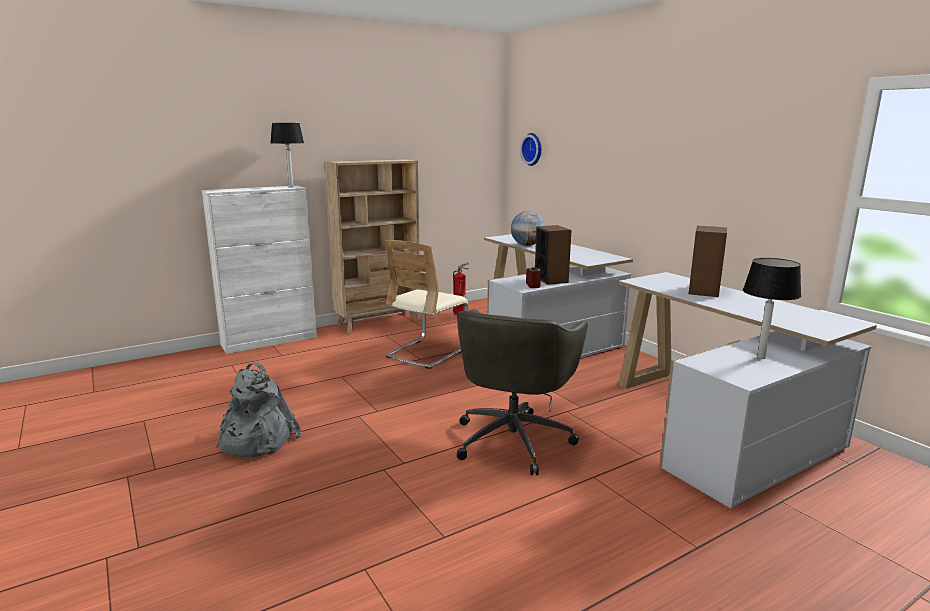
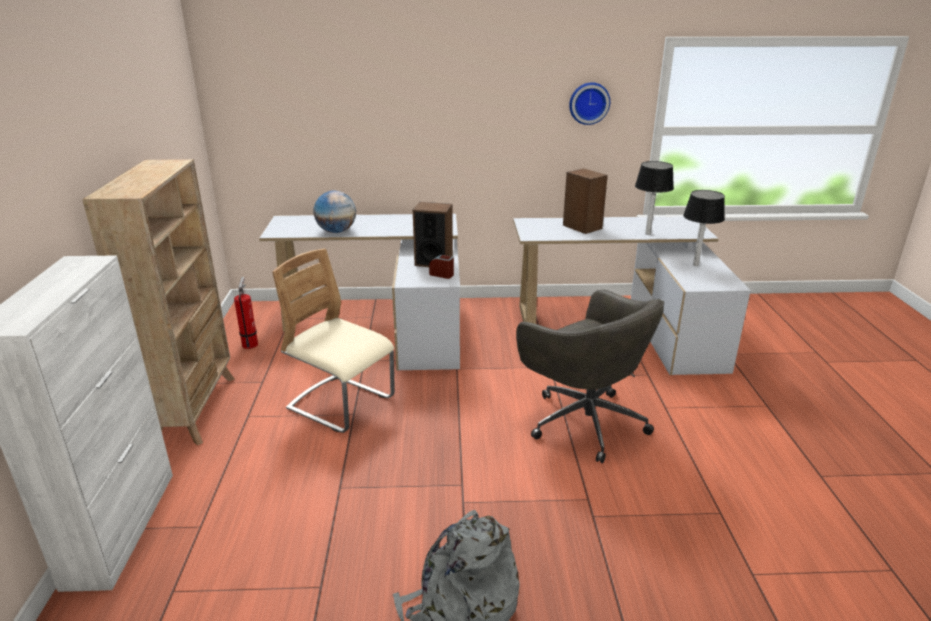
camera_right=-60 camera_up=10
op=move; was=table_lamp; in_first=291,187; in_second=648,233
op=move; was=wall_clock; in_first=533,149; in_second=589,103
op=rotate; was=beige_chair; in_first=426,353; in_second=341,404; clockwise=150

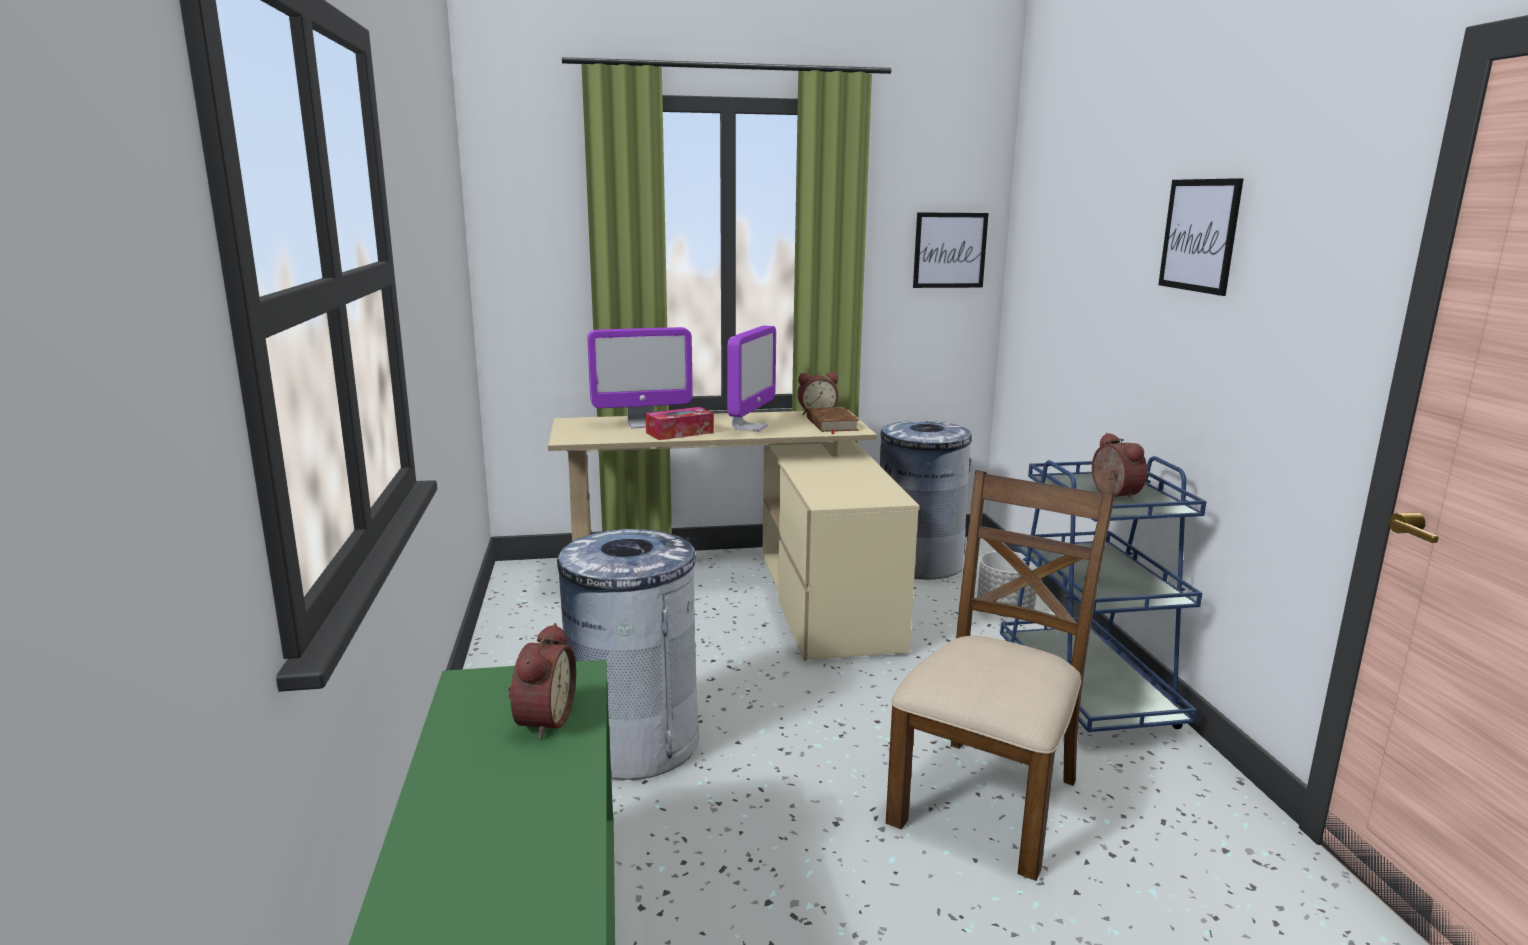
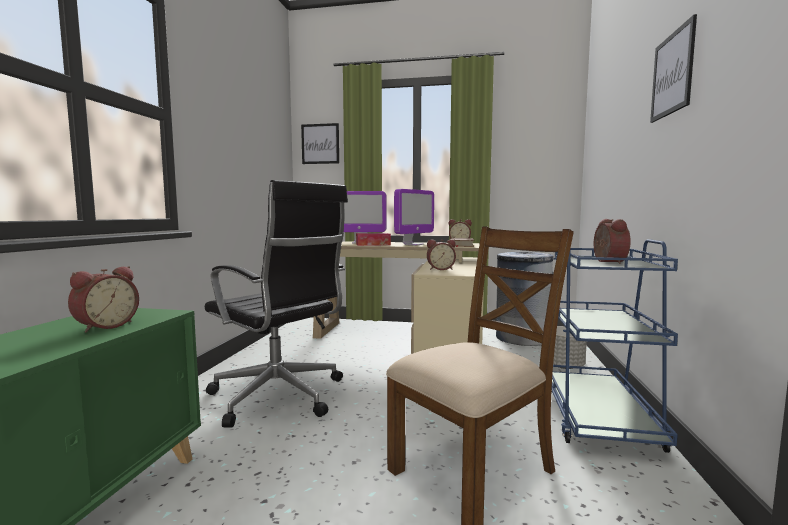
camera_right=20 camera_up=-10
op=insert; now=alarm_clock; in_second=440,269
op=move; was=picture; in_first=950,250; in_second=320,144
op=replace; was=grey_trash_can; now=black_office_chair; in_first=634,742; in_second=280,397

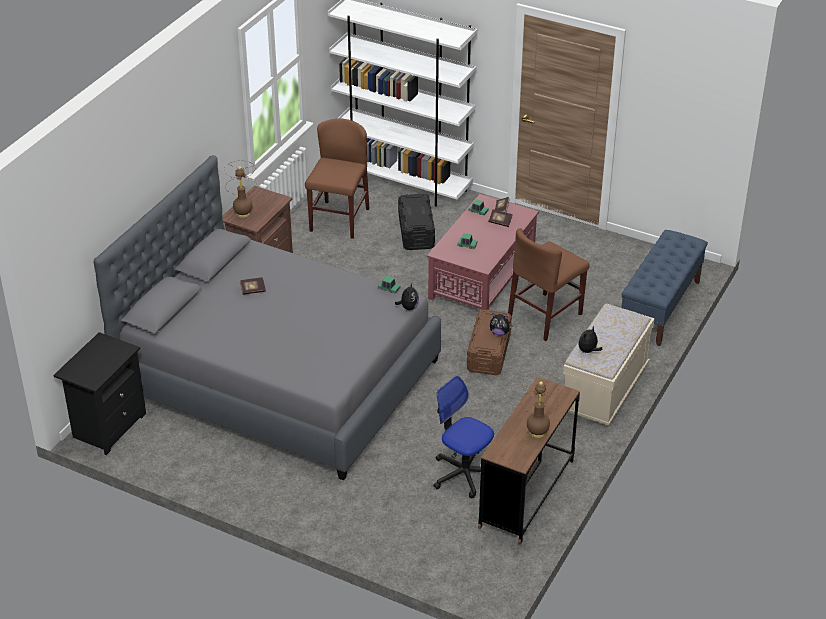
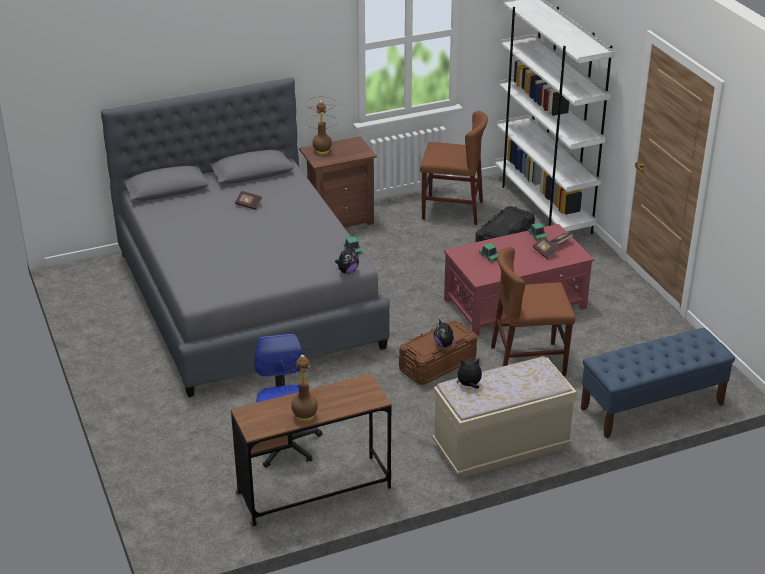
camera_right=40 camera_up=-5
op=delete; was=black_nightstand; in_first=108,426
op=rotate; was=brown_chair; in_first=339,220; in_second=452,210; clockwise=45

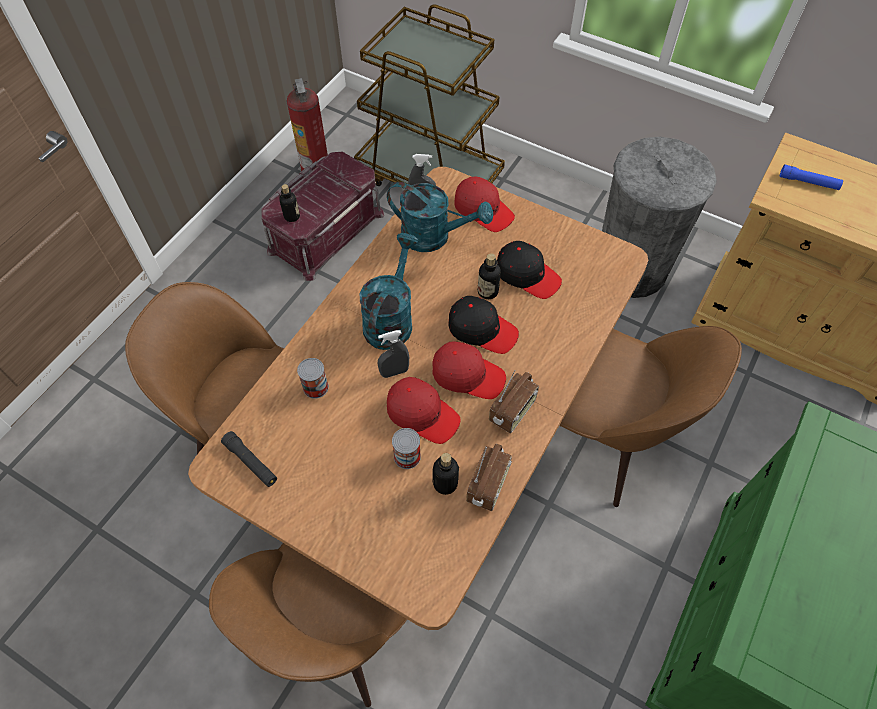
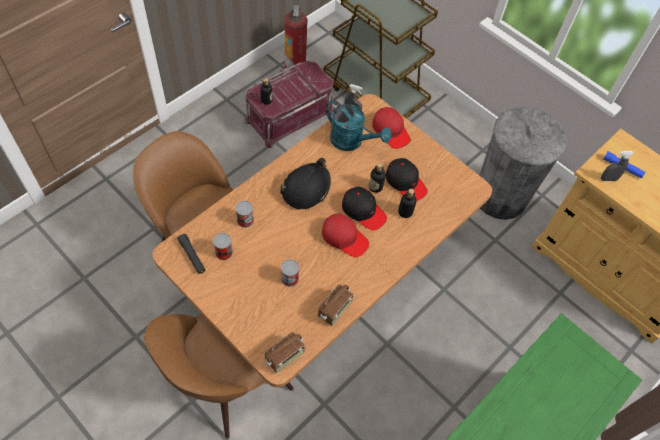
camera_right=10 camera_up=0
op=delete; was=red_cap; in_first=422,414
op=delete; was=brown_chair; in_first=599,437
op=insert; now=can; in_second=224,252
op=move; was=grey_spray_bottle; in_first=394,372; in_second=608,179
op=move; was=bottle; in_first=445,483; in_second=405,212
op=move; was=radio; in_first=513,411; in_second=285,357
op=replace; was=turquoise_watering_can; now=black_hard_hat; in_first=391,318; in_second=306,188

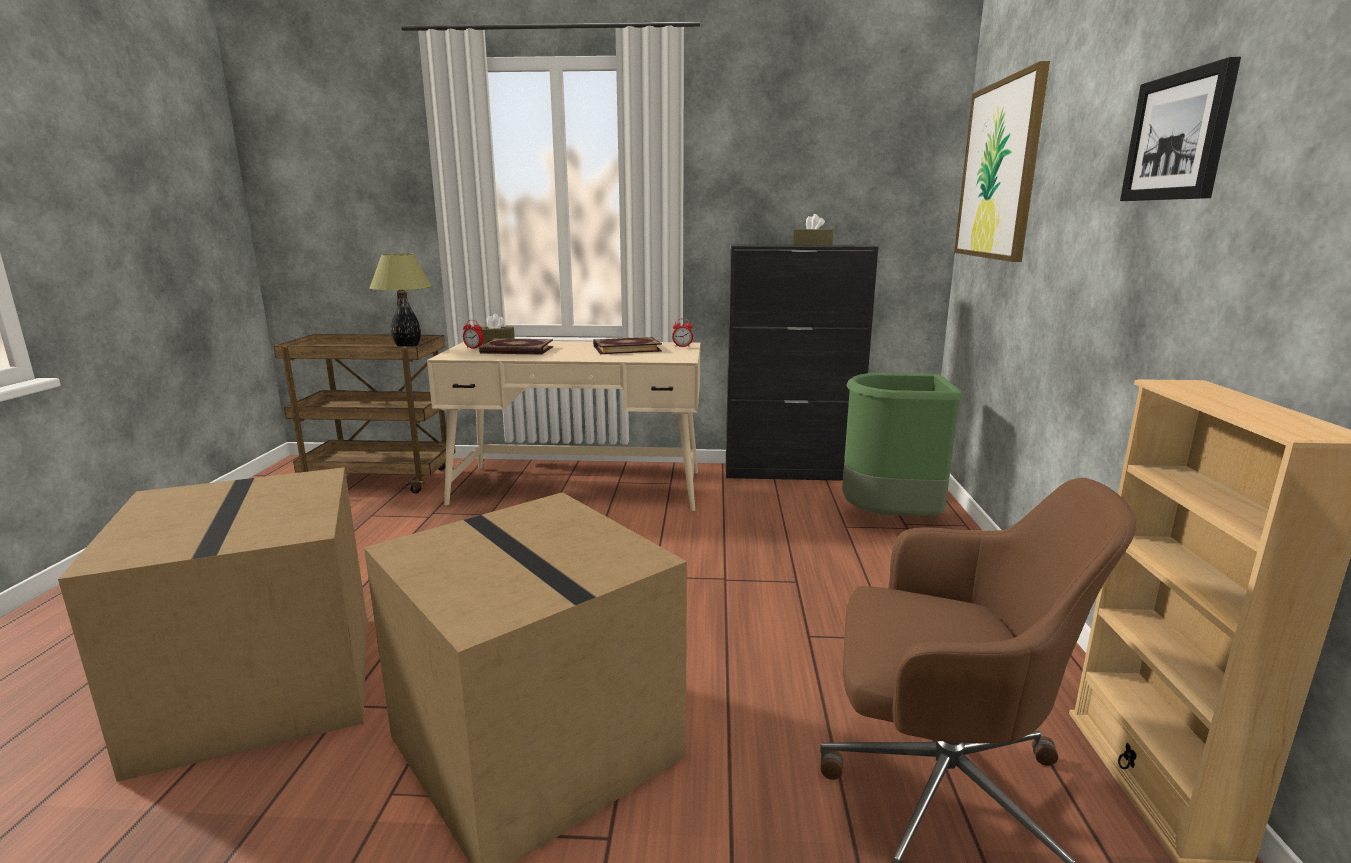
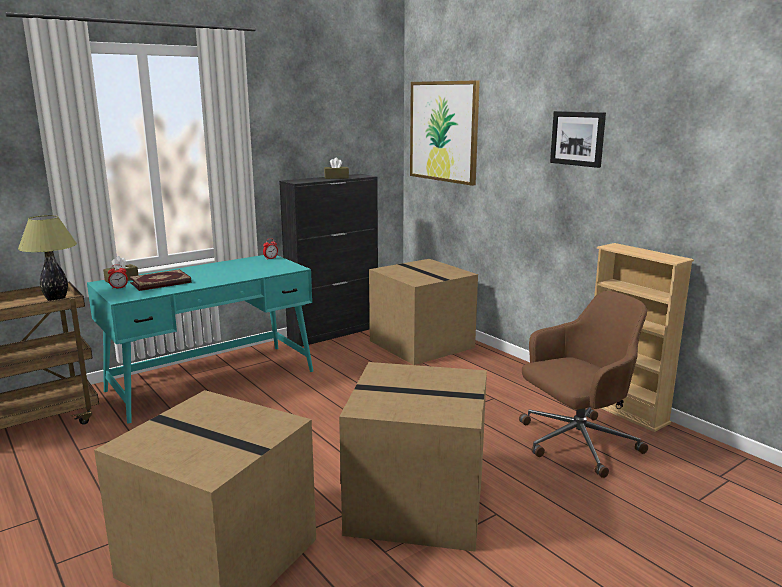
camera_right=-40 camera_up=0
op=delete; was=book; in_first=626,348
op=replace; was=green_trash_can; now=cardboard_box; in_first=891,520; in_second=423,344
op=recolor; was=beige_desk; now=turquoise_desk; in_first=579,487; in_second=212,380

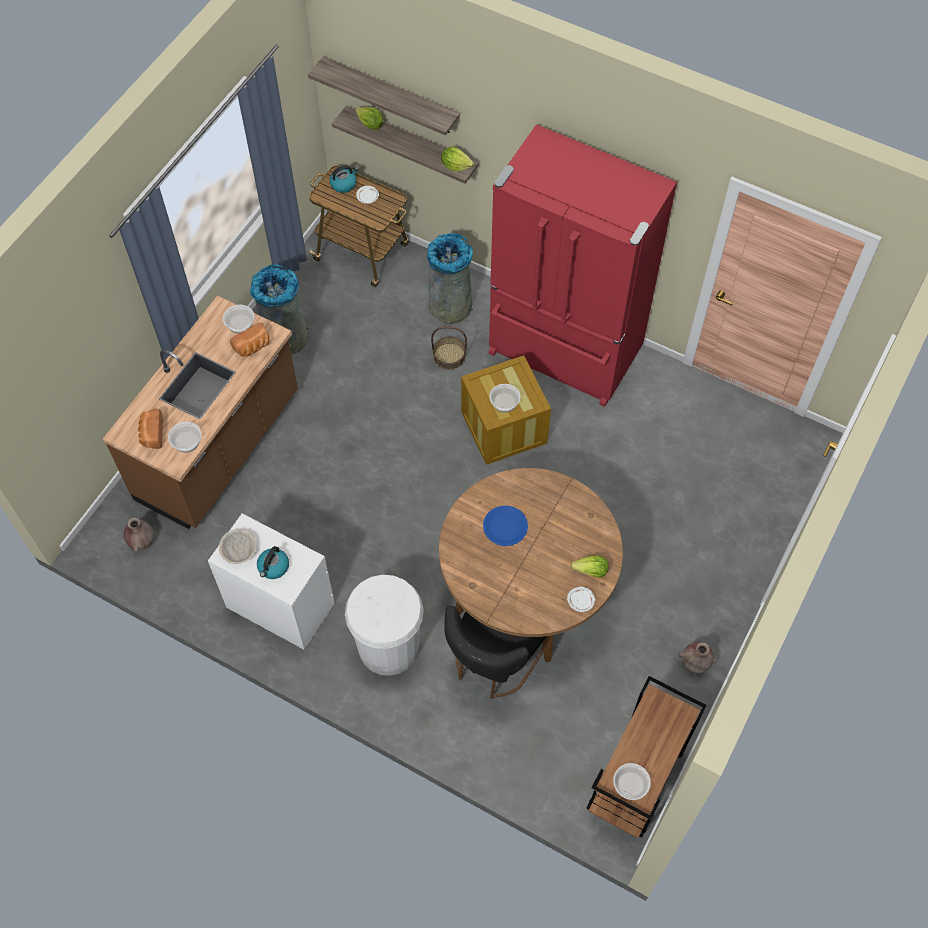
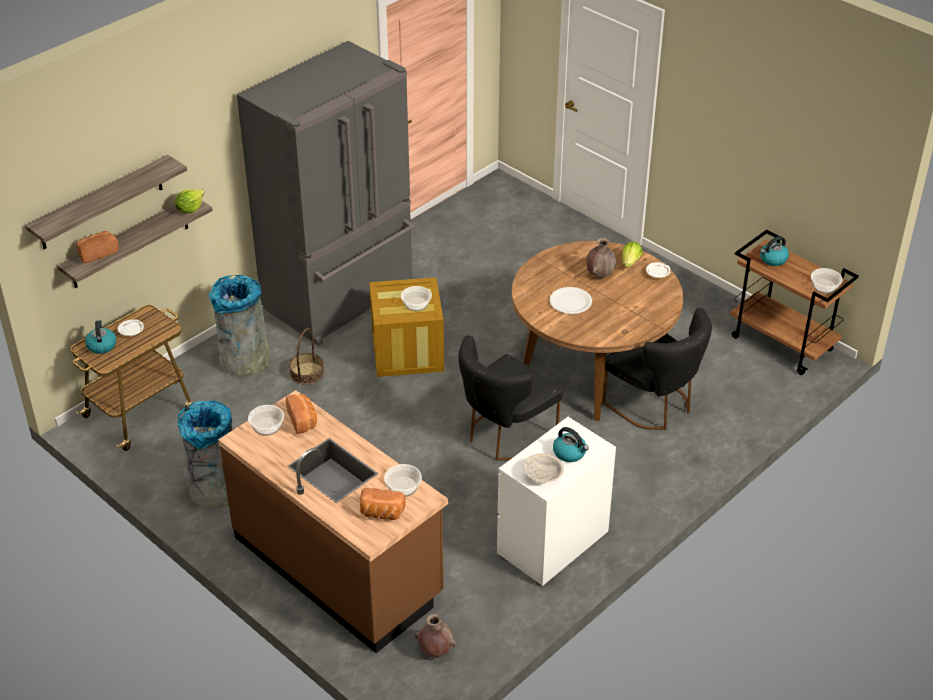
camera_right=-75 camera_up=-20
op=delete; was=white_trash_can; in_first=388,646
op=insert; now=black_chair; in_second=505,436
op=insert; now=kettle; in_second=773,259
op=move; was=brown_vase; in_first=695,664; in_second=600,275
op=replace; was=lettuce; now=bread; in_first=370,125; in_second=97,253
op=recolor; was=blue_plate; now=white_plate; in_first=505,526; in_second=570,301
op=recolor; was=red_fridge; now=grey_fridge; in_first=563,352; in_second=341,299

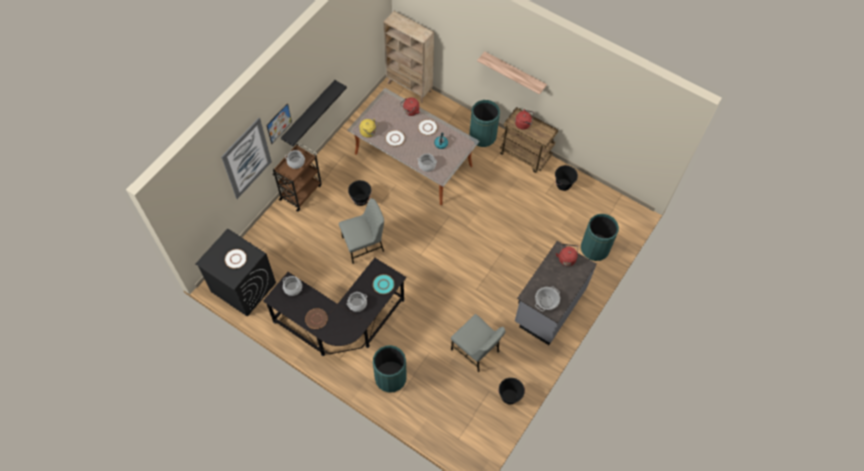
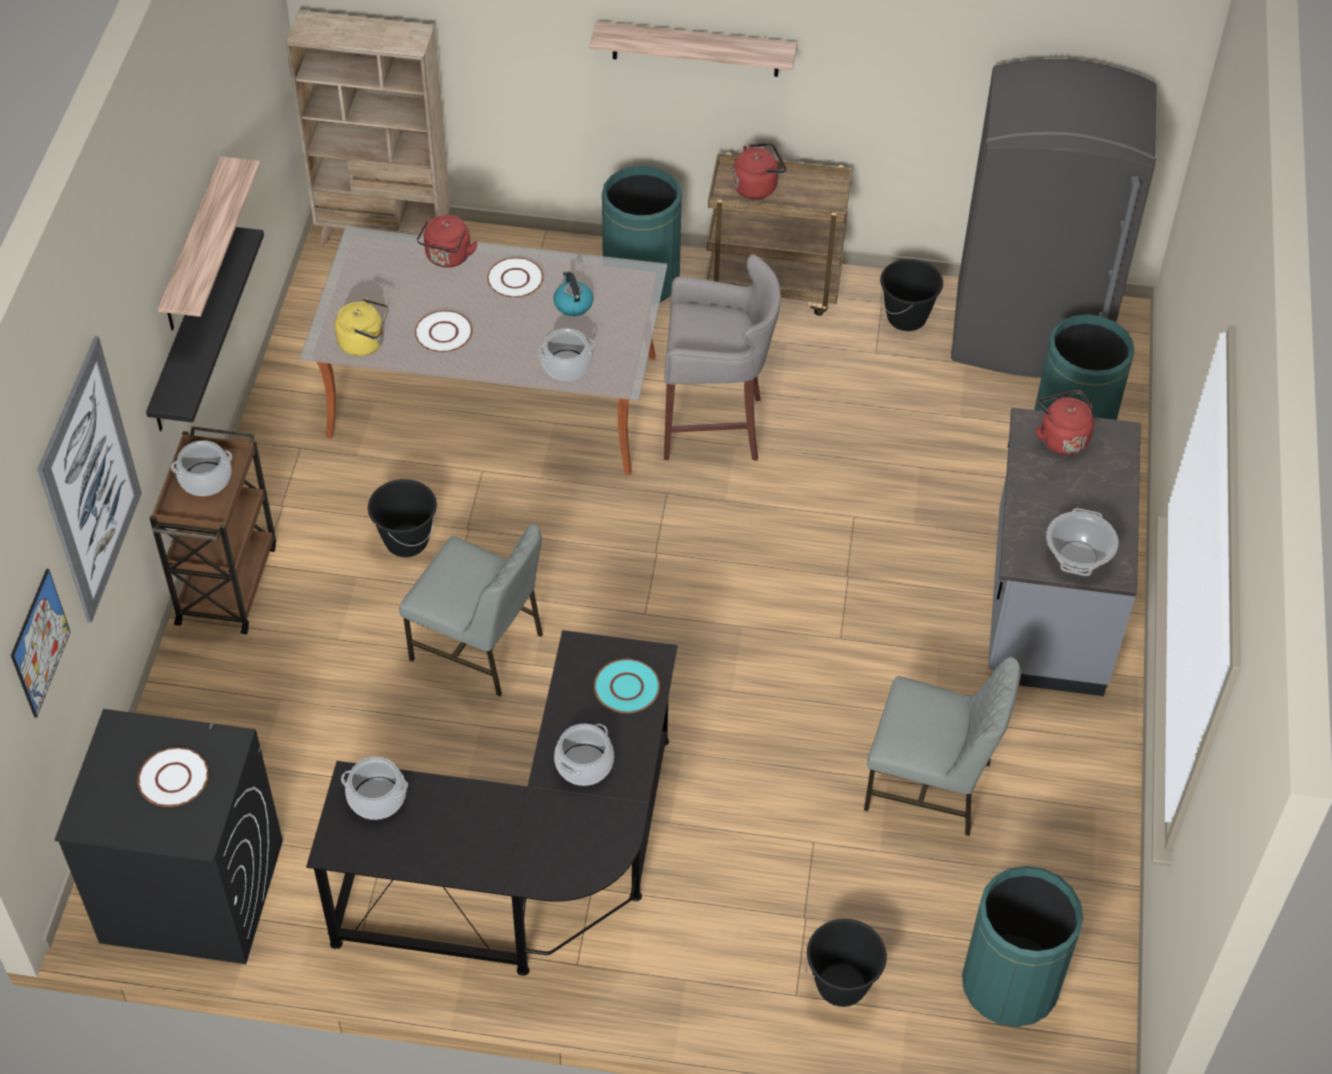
camera_right=-25 camera_up=-10
op=delete; was=brown_plate; in_first=316,319
op=insert; now=shelf; in_second=193,247
op=insert; now=grey_stool; in_second=715,426
op=insert; now=grey_fridge; in_second=1029,332
op=move; was=picture; in_first=279,123; in_second=40,643
op=move; was=green_trash_can; in_first=390,378; in_second=1009,985
op=move; was=black_bucket; in_first=509,397; in_second=841,985
op=rotate; was=grey_chair; in_first=364,244; in_second=479,646; clockwise=75

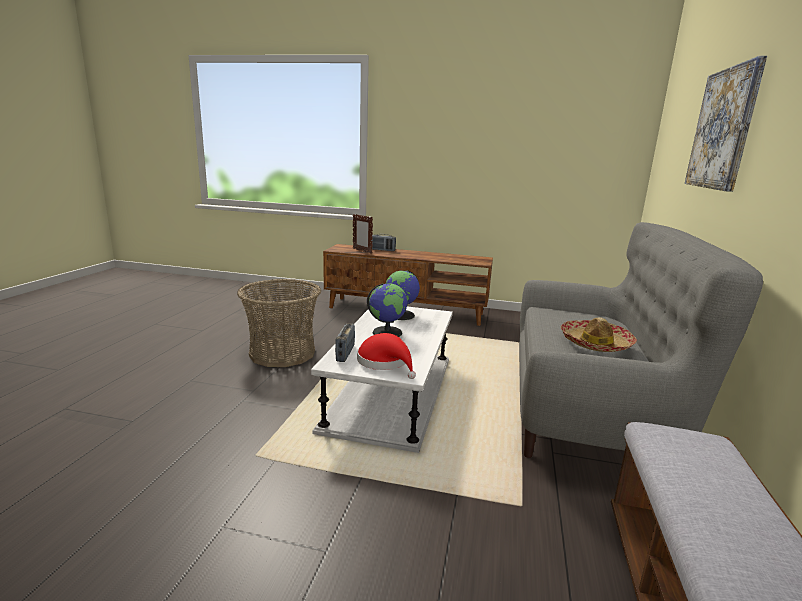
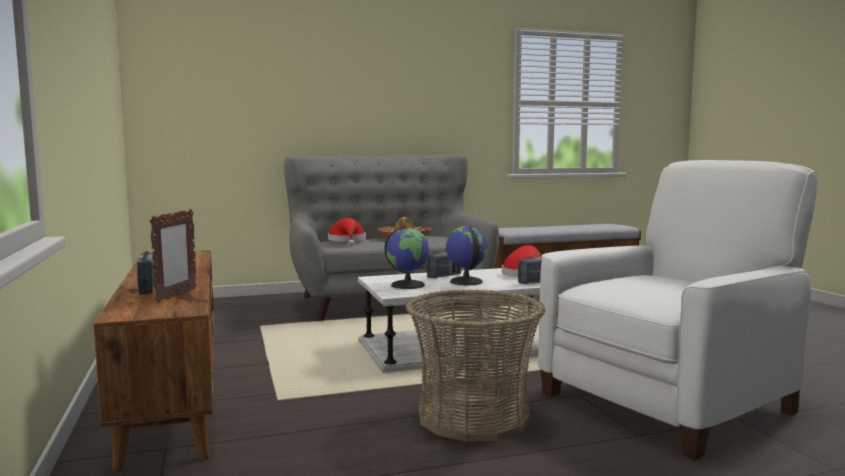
camera_right=-120 camera_up=-10
op=delete; was=picture; in_first=723,129
op=insert; now=red_hat; in_second=347,241
op=insert; now=radio; in_second=444,276
op=insert; now=white_armchair; in_second=668,402

